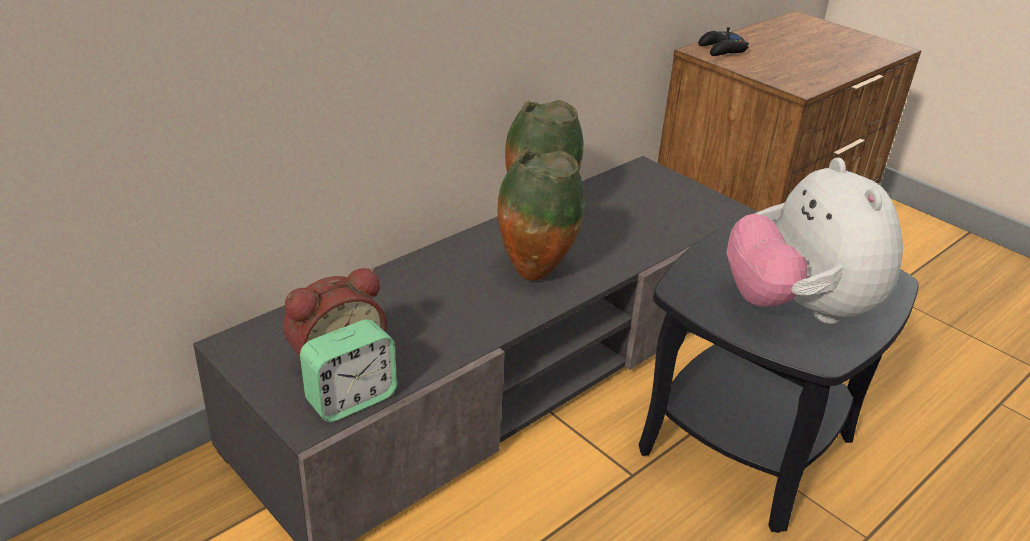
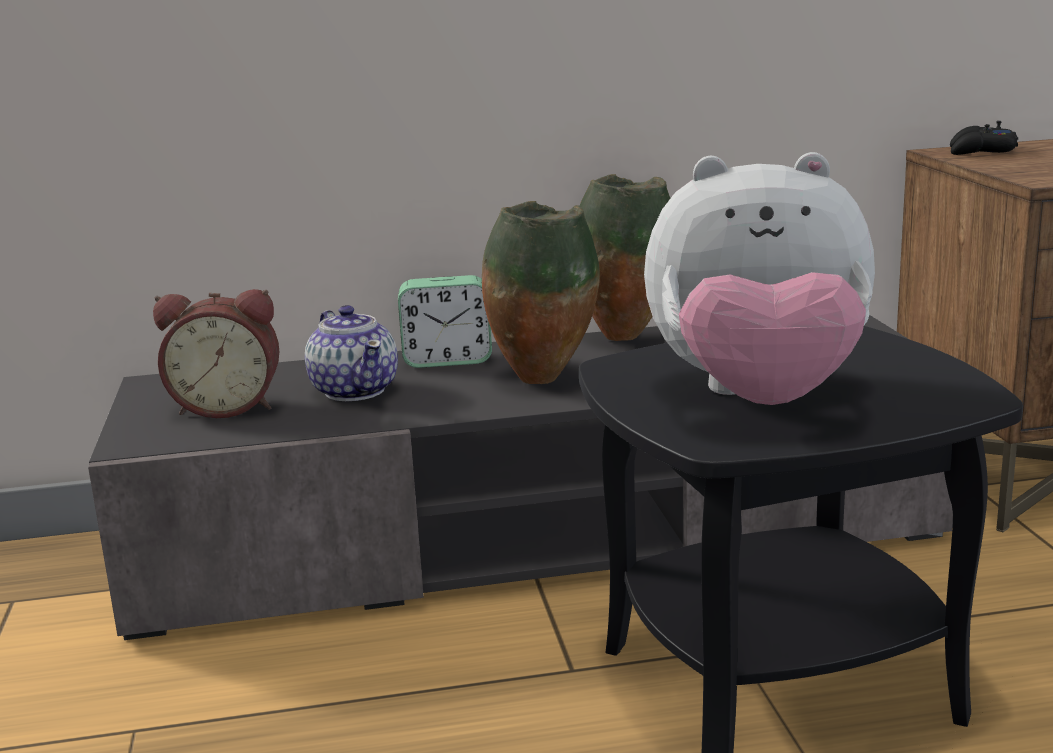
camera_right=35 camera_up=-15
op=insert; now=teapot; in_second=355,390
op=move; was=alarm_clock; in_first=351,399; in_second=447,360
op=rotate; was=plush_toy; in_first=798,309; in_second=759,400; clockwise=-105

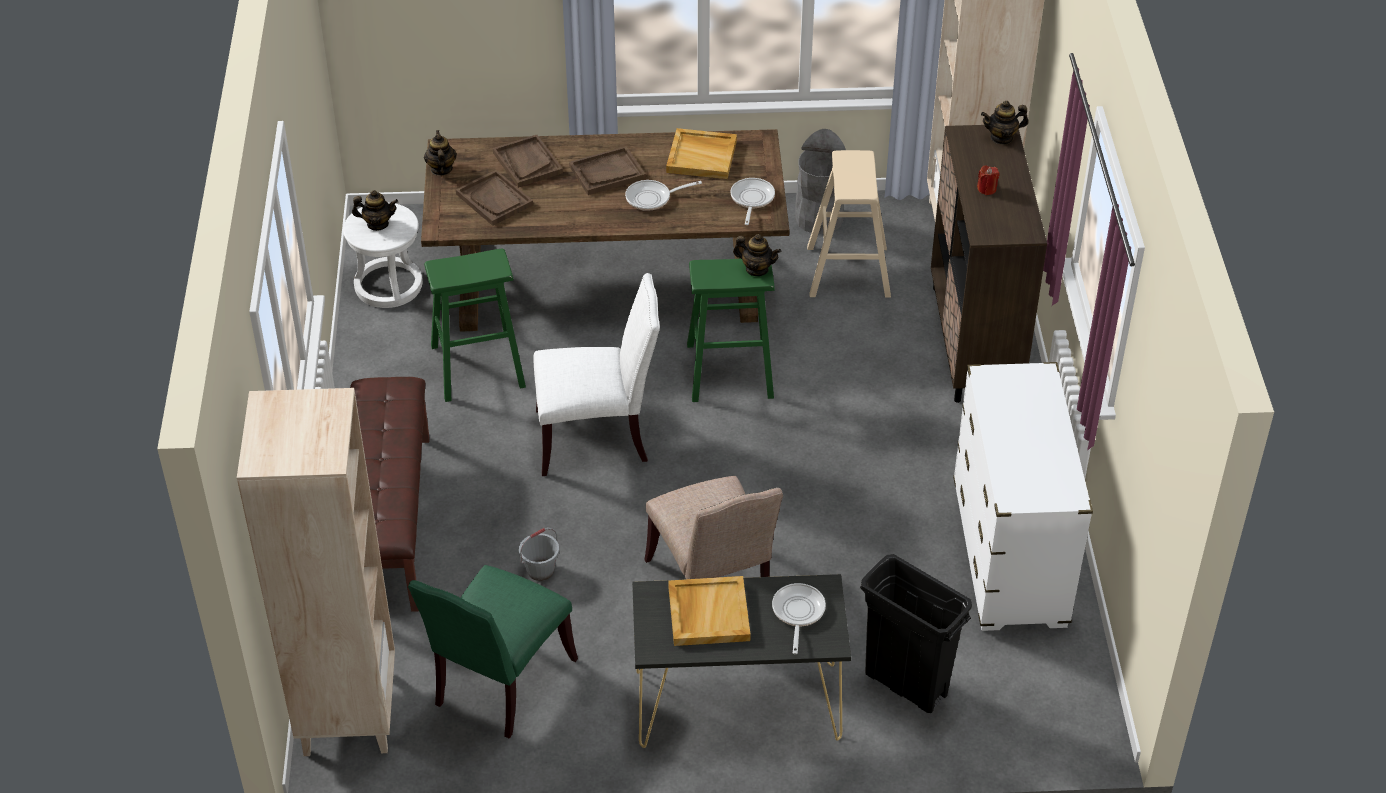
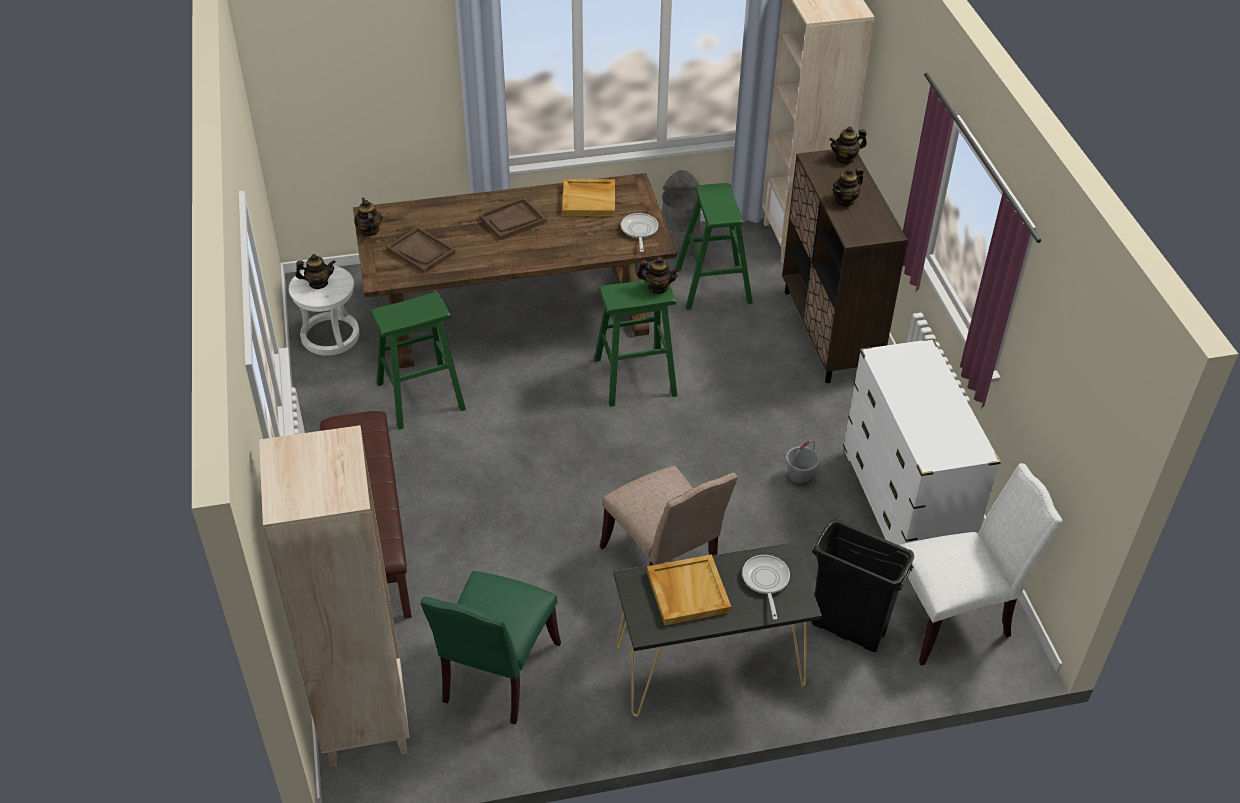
camera_right=-10 camera_up=0
op=delete; was=brown_tray; in_first=527,163
op=delete; was=frying_pan; in_first=652,198
op=move; was=grey_bucket; in_first=540,571; in_second=800,477
op=move; was=white_chair; in_first=597,437; in_second=953,617
op=replace; was=red_candle; now=teapot; in_first=986,189; in_second=845,201
op=recolor; was=beige_stool; now=green_stool; in_first=848,271; in_second=713,286

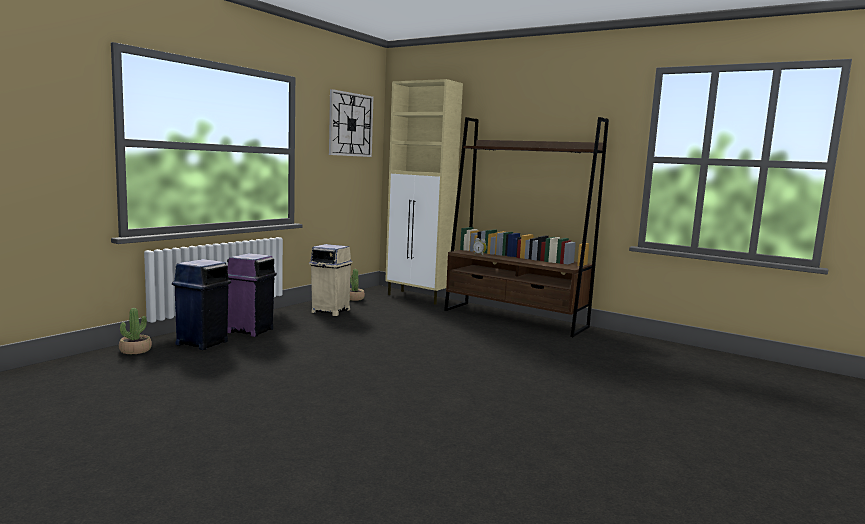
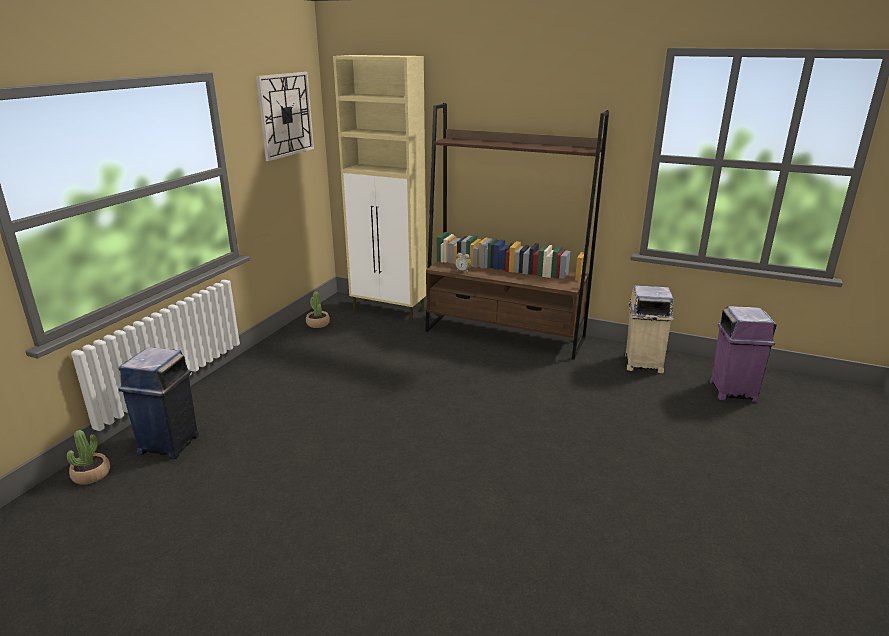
camera_right=-10 camera_up=15
op=move; was=purple_trash_can; in_first=251,330; in_second=733,391
op=move; was=beige_trash_can; in_first=330,311; in_second=642,363

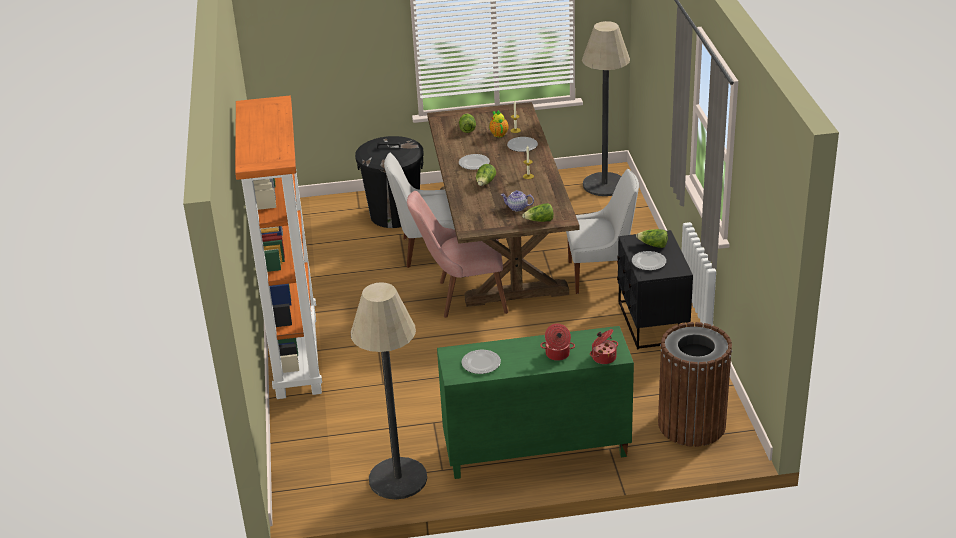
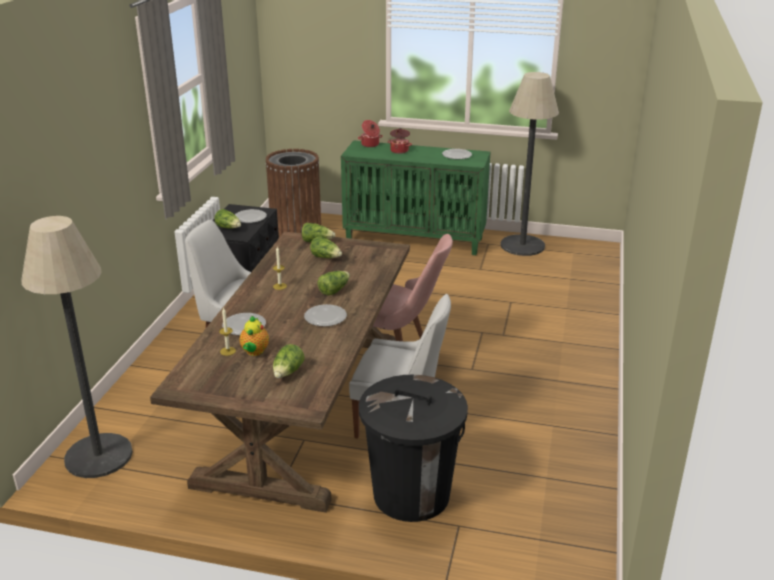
camera_right=-160 camera_up=-5
op=delete; was=orange_bookcase; in_first=295,355
op=replace; was=teapot; now=lettuce; in_first=517,208; in_second=326,257

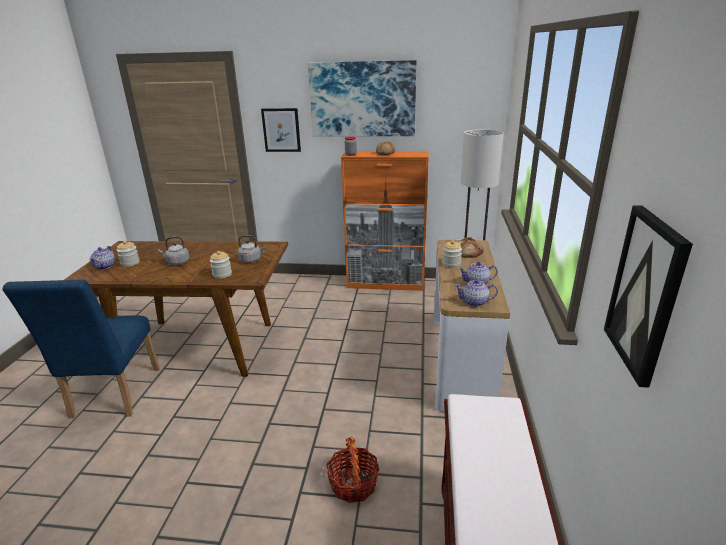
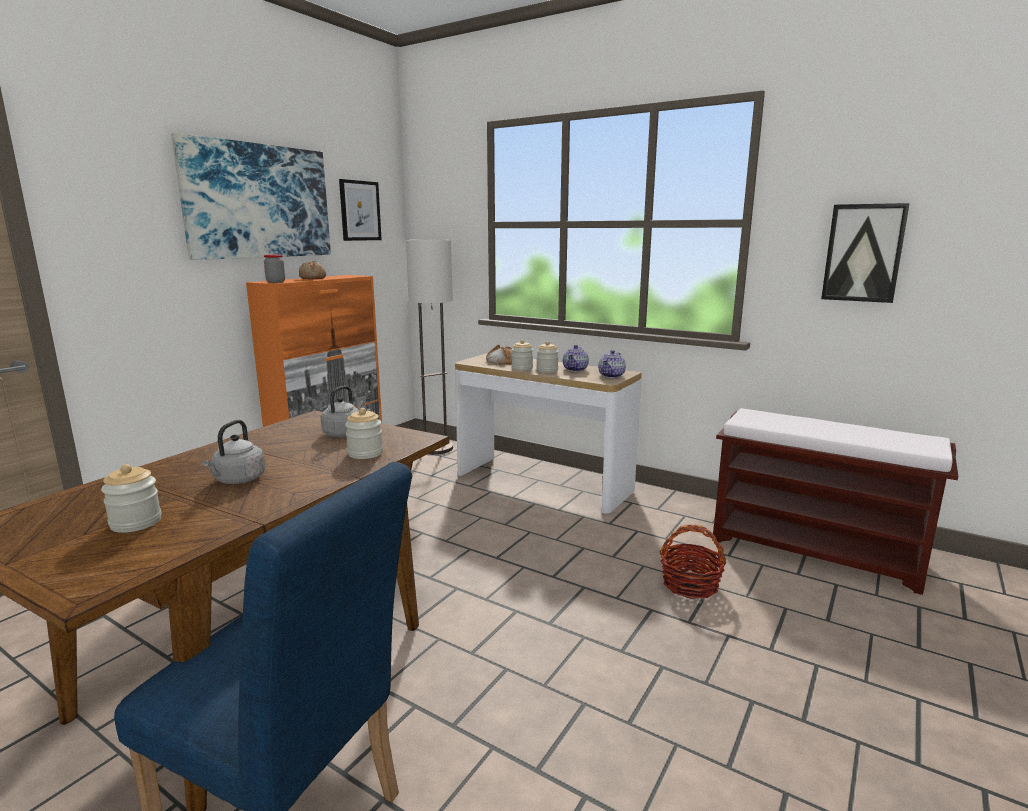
camera_right=-65 camera_up=-10
op=delete; was=teapot; in_first=105,266
op=insert; now=jar; in_second=547,370
op=move; was=picture; in_first=281,130; in_second=360,211

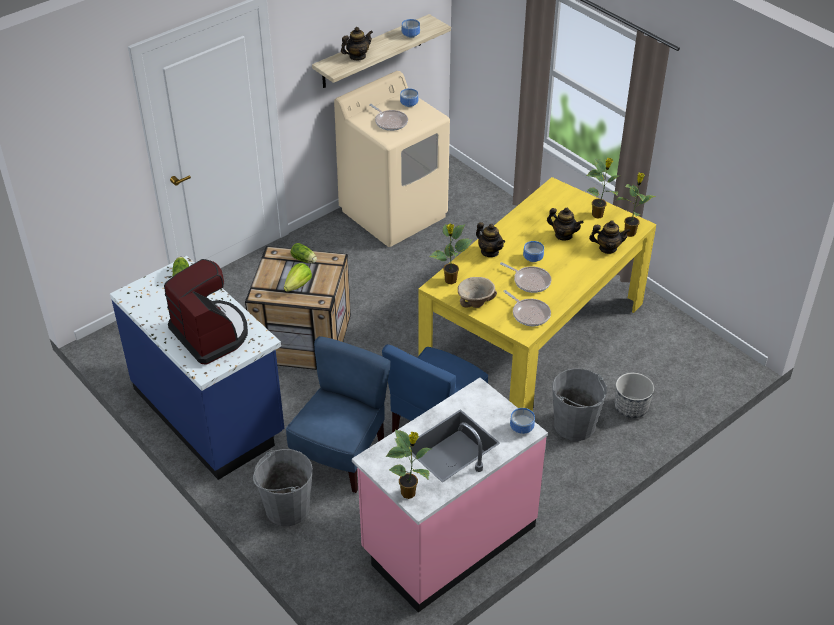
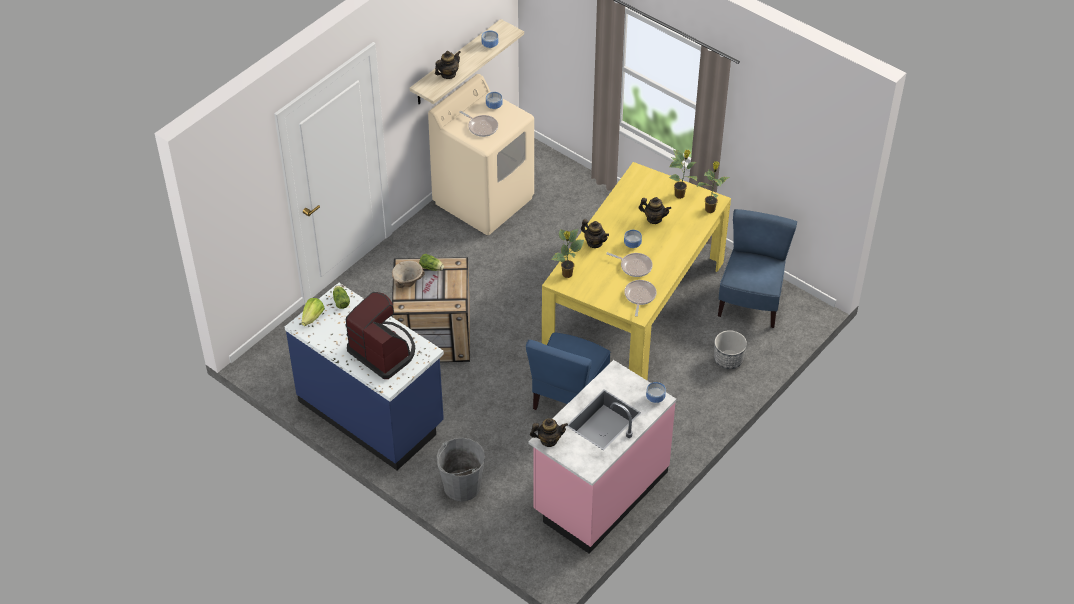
camera_right=-10 camera_up=5
op=delete; was=potted_plant; in_first=409,493
op=delete; was=grey_bucket; in_first=574,425
op=move; was=lettuce; in_first=298,285; in_second=313,318
op=move; was=blue_chair; in_first=340,456; in_second=751,302
op=move; was=beige_bowl; in_first=475,302; in_second=408,282
op=move; was=teapot; in_first=607,248; in_second=548,440
op=rotate; was=frying_pan; in_first=529,314; in_second=639,296; clockwise=-120

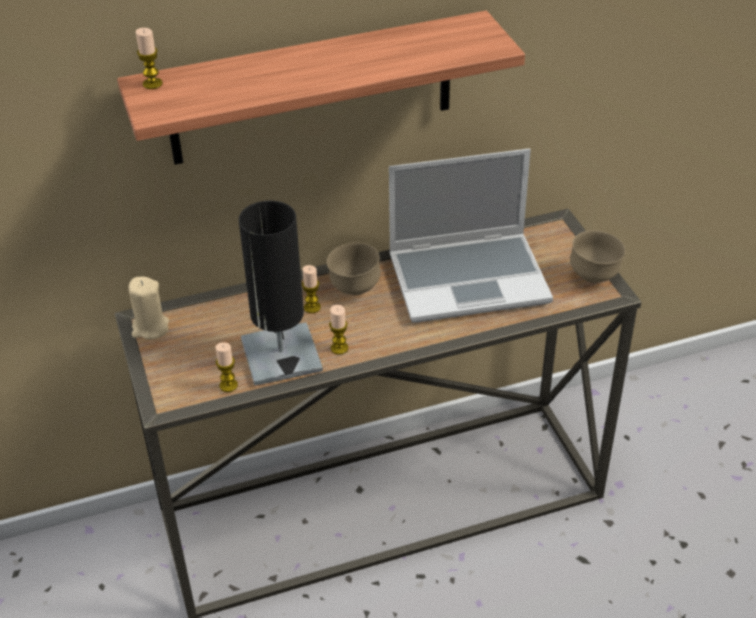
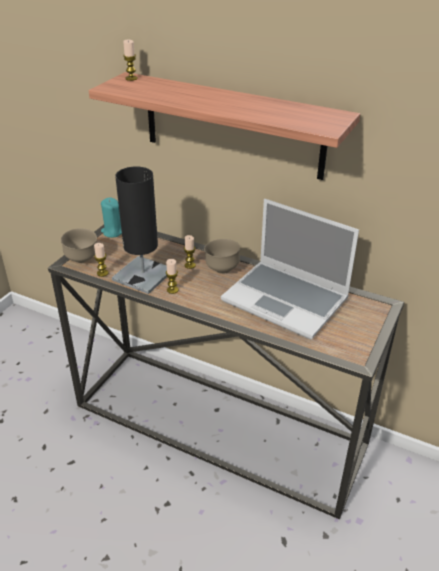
camera_right=45 camera_up=-5
op=move; was=brown_bowl; in_first=594,277; in_second=82,260
op=recolor; was=beige_candle; now=turquoise_candle; in_first=150,328; in_second=112,232

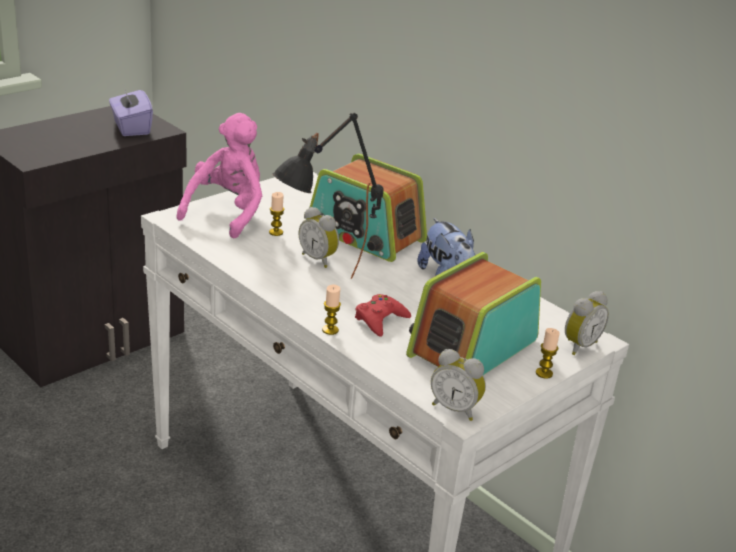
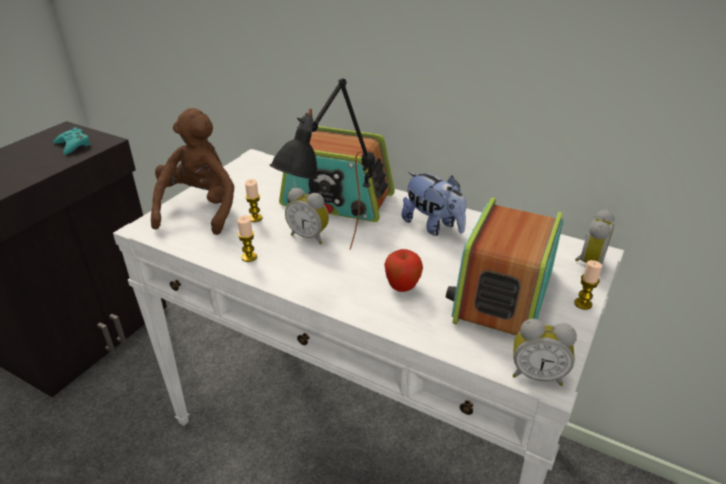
camera_right=-15 camera_up=5
op=move; was=candle; in_first=330,330; in_second=249,257
op=replace; was=purple_tissue_box; now=turquoise_game_controller; in_first=131,127; in_second=73,145
op=replace; was=red_game_controller; now=apple; in_first=380,320; in_second=402,287
op=recolor; was=pink_plush_toy; now=brown_plush_toy; in_first=227,213; in_second=199,209

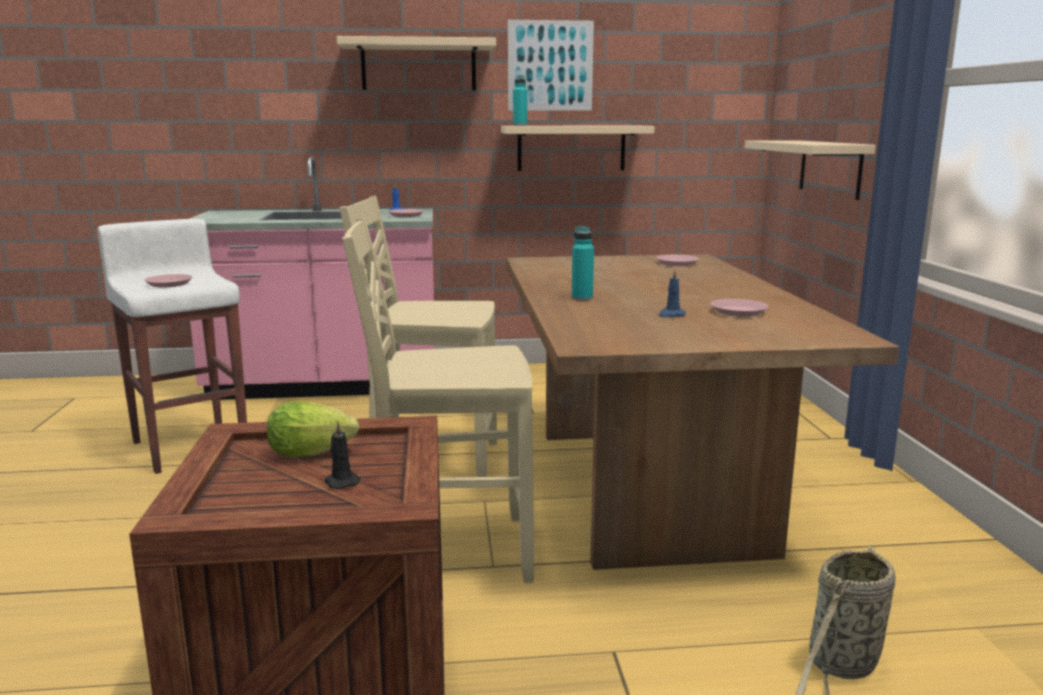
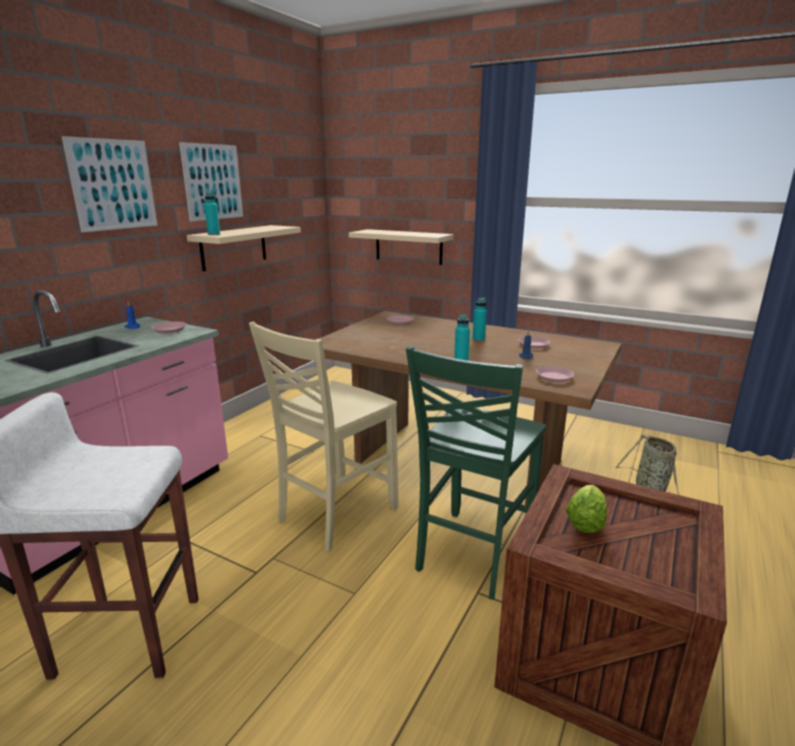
camera_right=-55 camera_up=5
op=delete; was=black_candle; in_first=341,482
op=insert; now=turquoise_bottle; in_second=478,339
op=move; was=pink_plate; in_first=169,284; in_second=554,377
op=replace; was=beige_shelf; now=picture; in_first=418,66; in_second=113,184
op=recolor; was=beige_chair; now=green_chair; in_first=448,550; in_second=472,554

